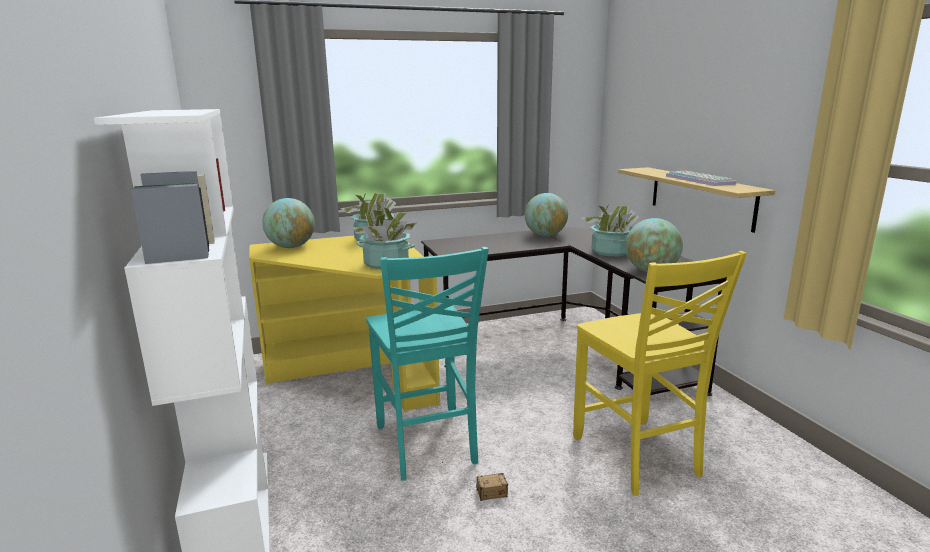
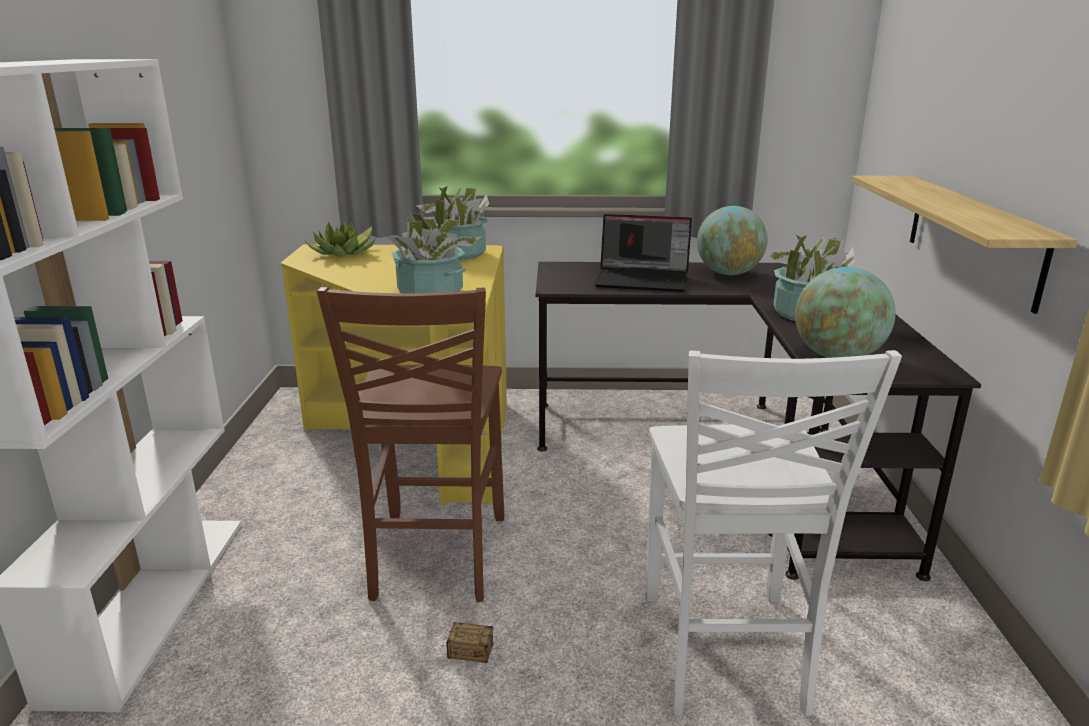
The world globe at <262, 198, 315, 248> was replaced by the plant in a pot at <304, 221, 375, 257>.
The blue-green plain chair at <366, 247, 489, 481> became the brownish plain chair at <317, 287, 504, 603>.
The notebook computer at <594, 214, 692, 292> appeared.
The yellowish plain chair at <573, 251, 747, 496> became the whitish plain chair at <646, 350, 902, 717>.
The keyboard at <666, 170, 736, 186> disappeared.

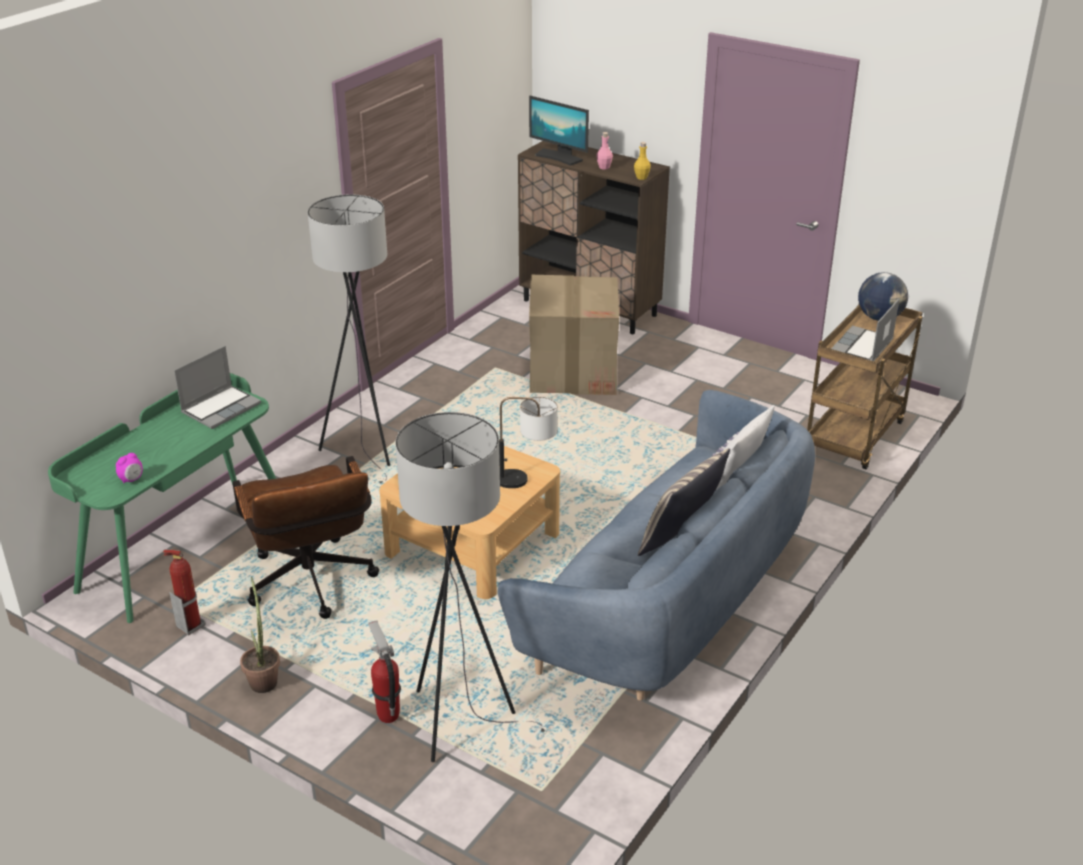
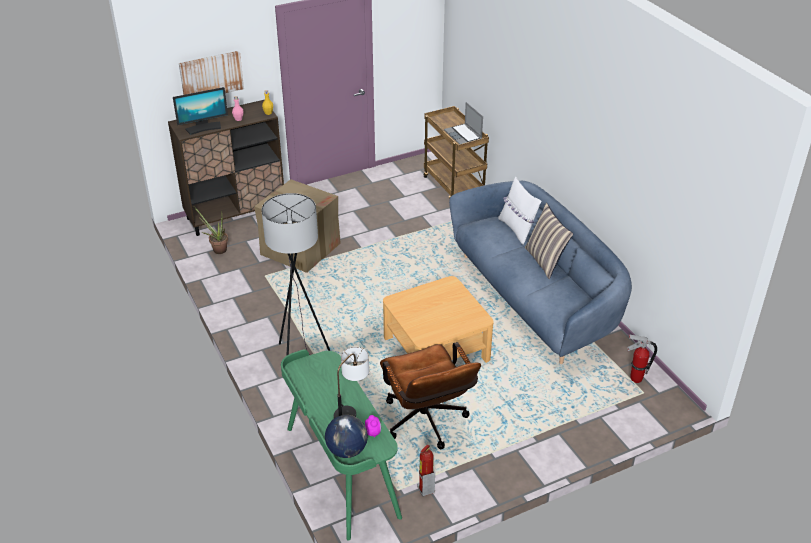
The picture at <179, 51, 244, 95> appeared.
The plant in a pot moved from <240, 577, 280, 693> to <193, 206, 228, 254>.
The world globe moved from <858, 272, 908, 321> to <325, 415, 368, 458>.
The tabletop lamp moved from <499, 397, 558, 488> to <334, 347, 369, 418>.
The brownish computer chair at <232, 456, 379, 619> turned 60 degrees clockwise.
The fire-fighting cylinder moved from <368, 620, 401, 723> to <627, 335, 657, 383>.
The notebook computer at <174, 346, 261, 429> disappeared.
The greyish standing lamp at <395, 412, 546, 762> disappeared.

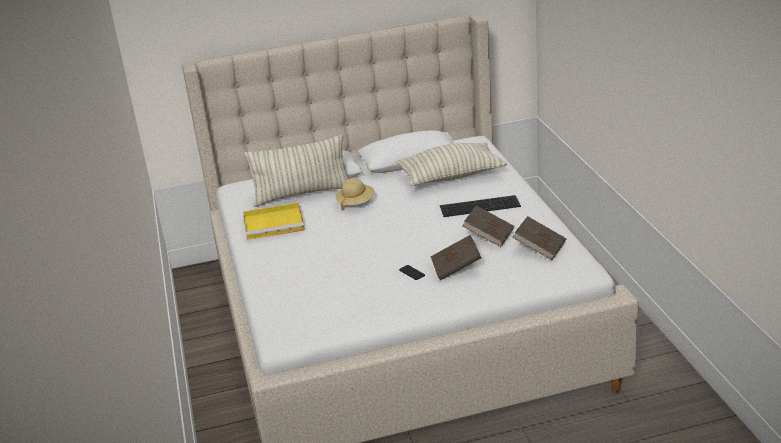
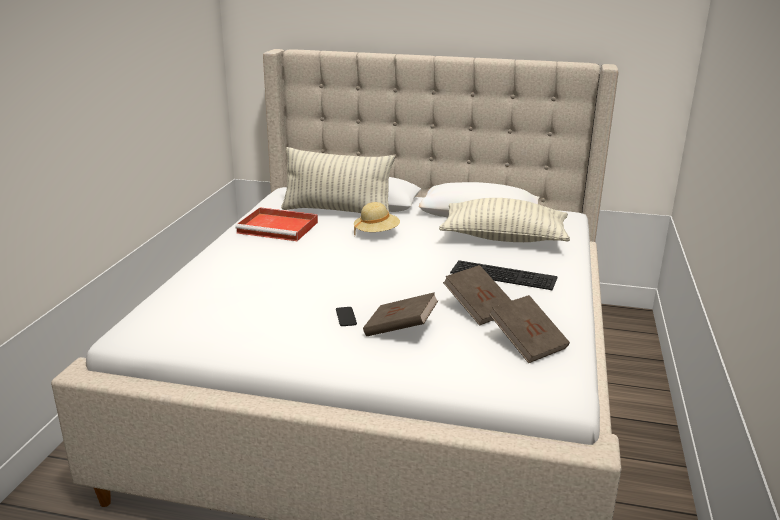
The yellowish serving tray at <243, 202, 305, 240> became the red-coloured serving tray at <235, 207, 318, 241>.

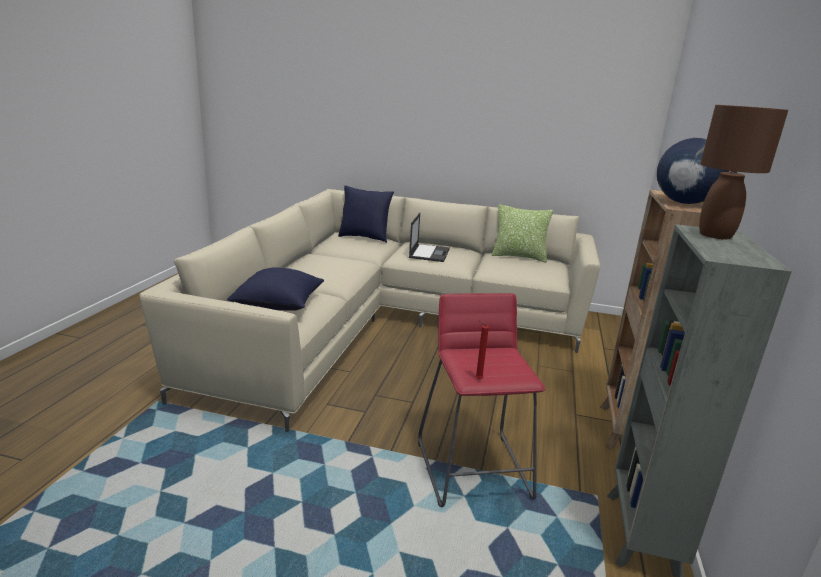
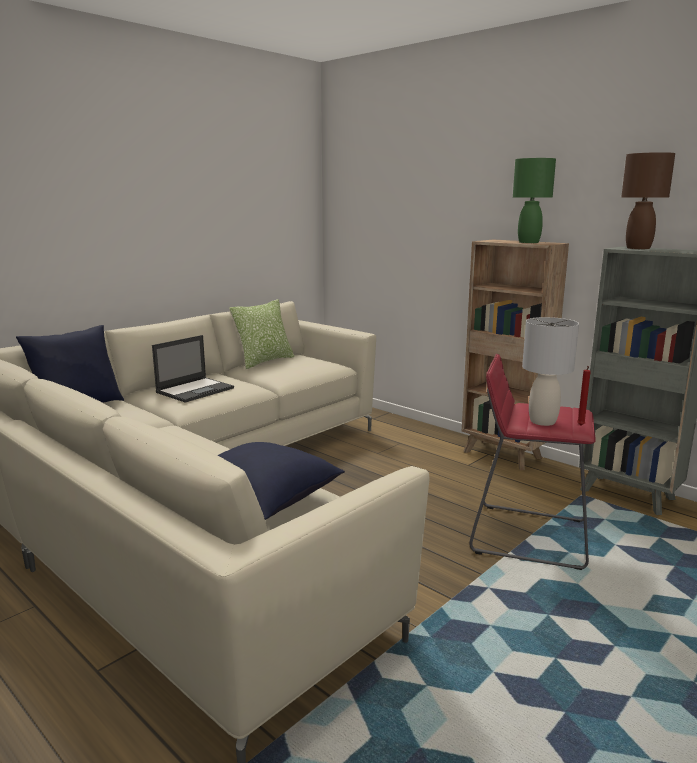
The notebook computer at <409, 213, 450, 262> turned 90 degrees clockwise.
The world globe at <657, 138, 729, 204> was replaced by the greenish tabletop lamp at <513, 158, 556, 243>.
The greyish tabletop lamp at <522, 317, 579, 426> appeared.

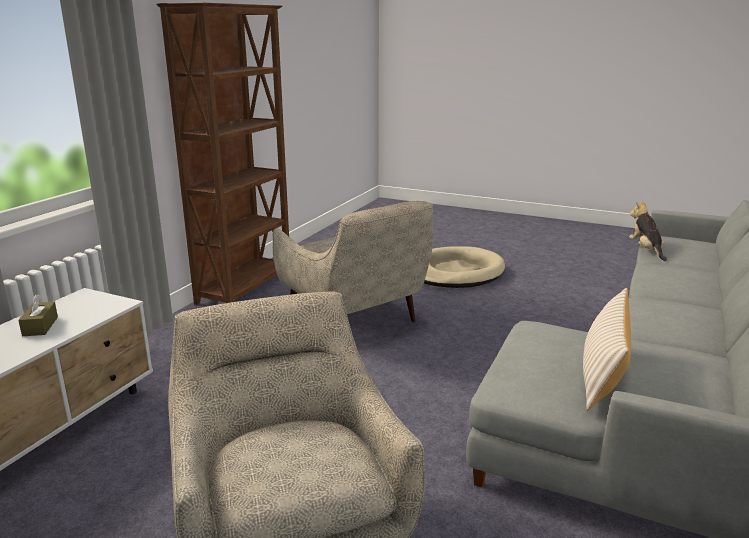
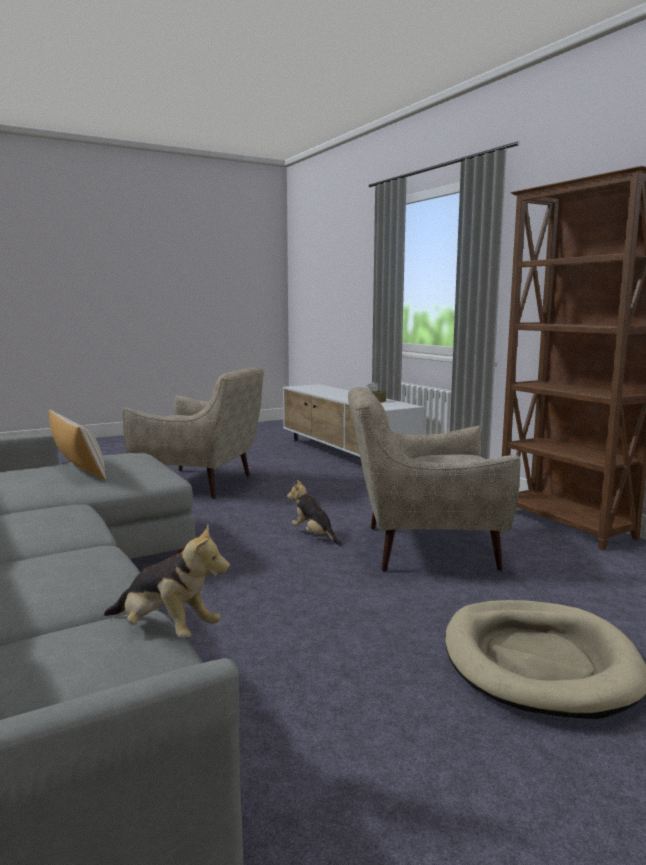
The plush toy at <287, 480, 342, 545> appeared.

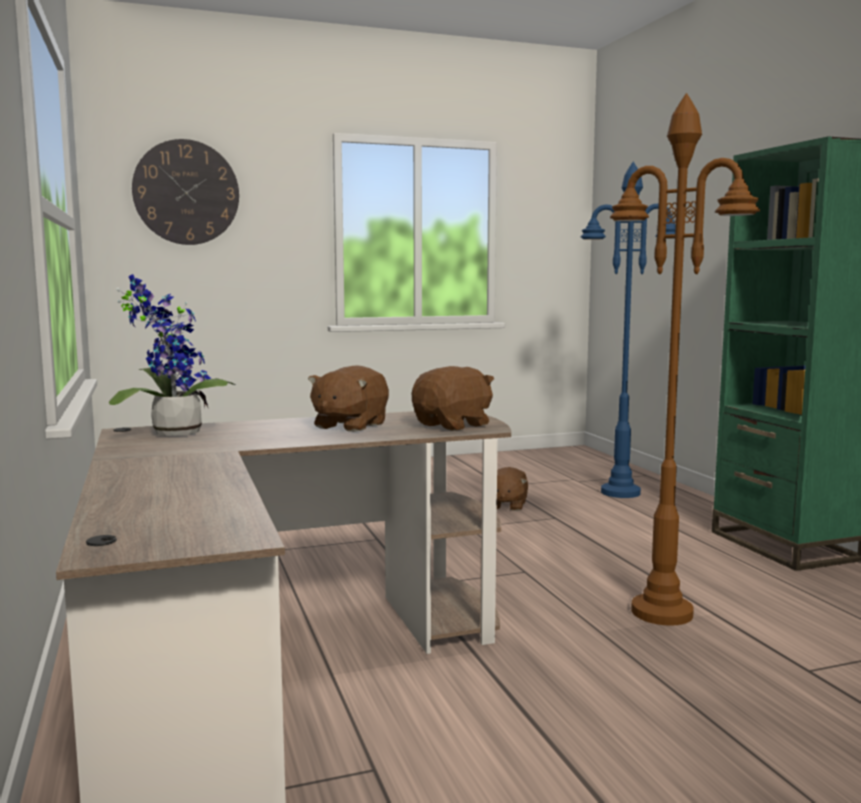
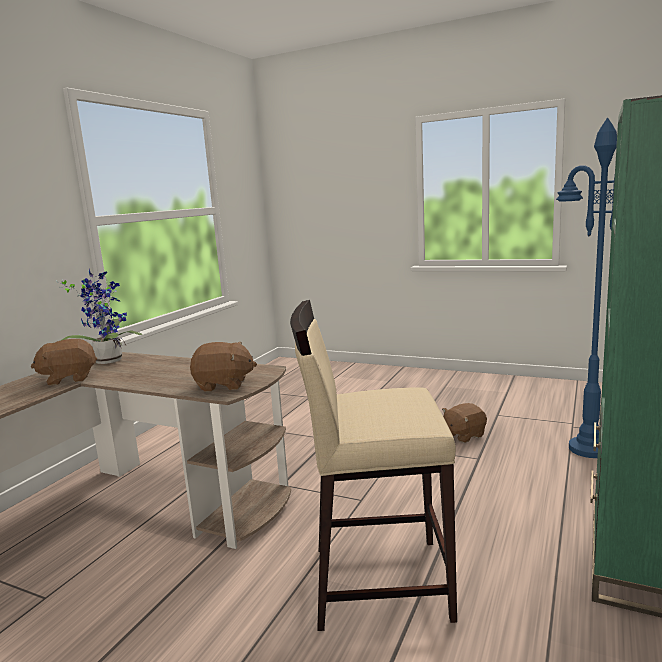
The brownish plush toy moved from <308, 365, 389, 432> to <31, 339, 97, 386>.
The brownish standing lamp at <610, 93, 760, 626> was replaced by the beige stool at <290, 300, 457, 631>.
The clock on the wall at <132, 139, 239, 245> disappeared.

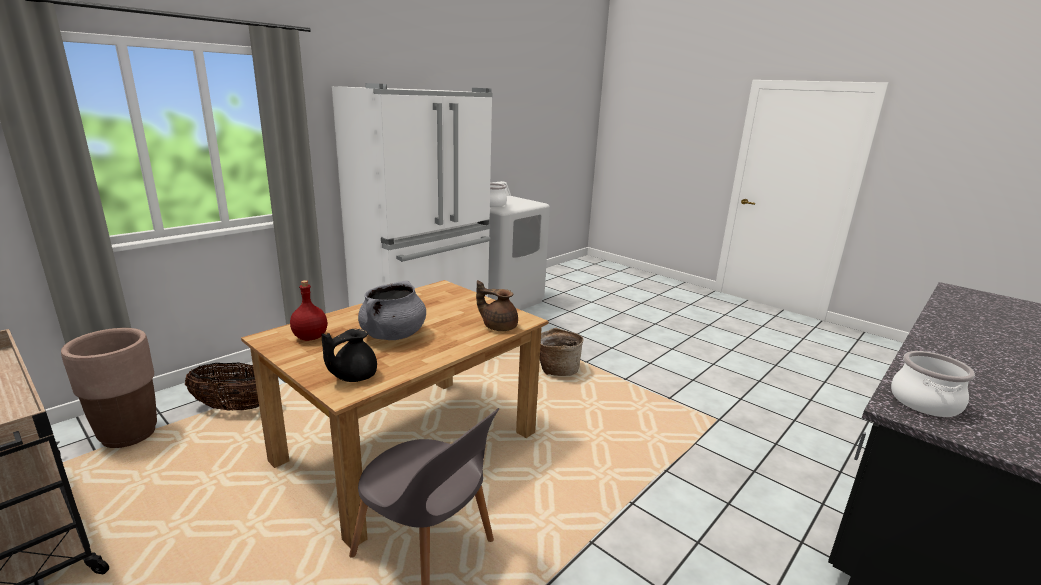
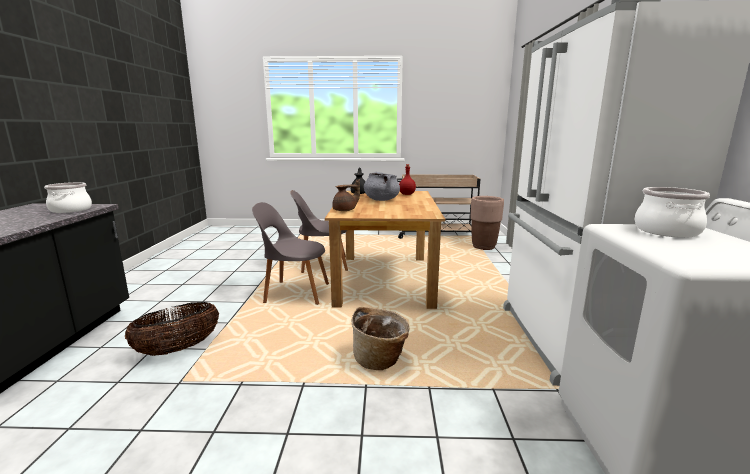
The basket moved from <185, 363, 259, 411> to <125, 302, 219, 356>.
The greyish plain chair at <252, 202, 329, 305> appeared.

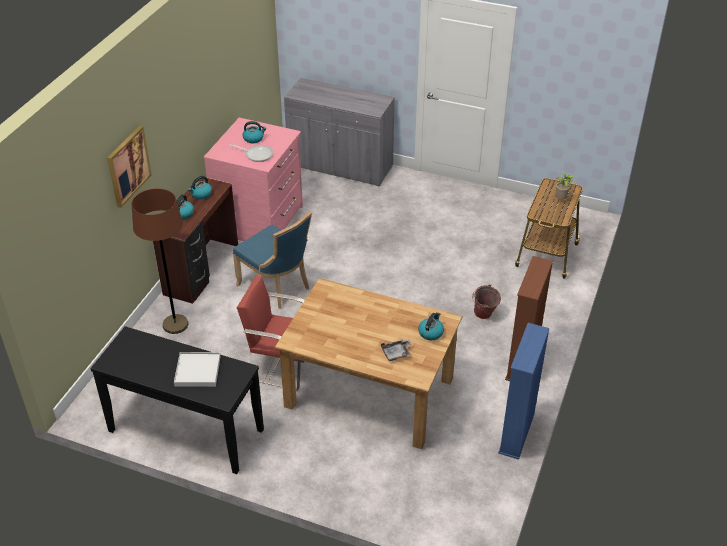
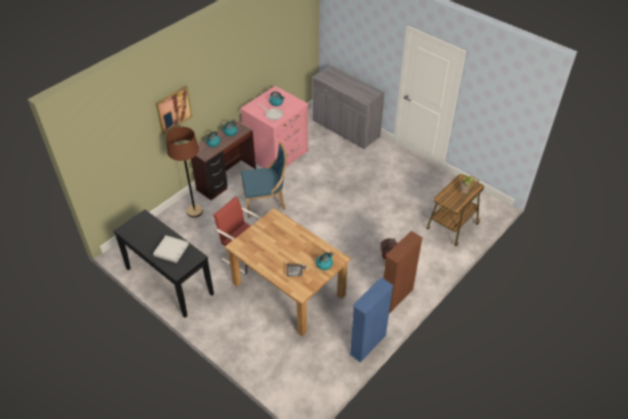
The blue-coloured plain chair at <233, 211, 312, 309> turned 75 degrees counterclockwise.

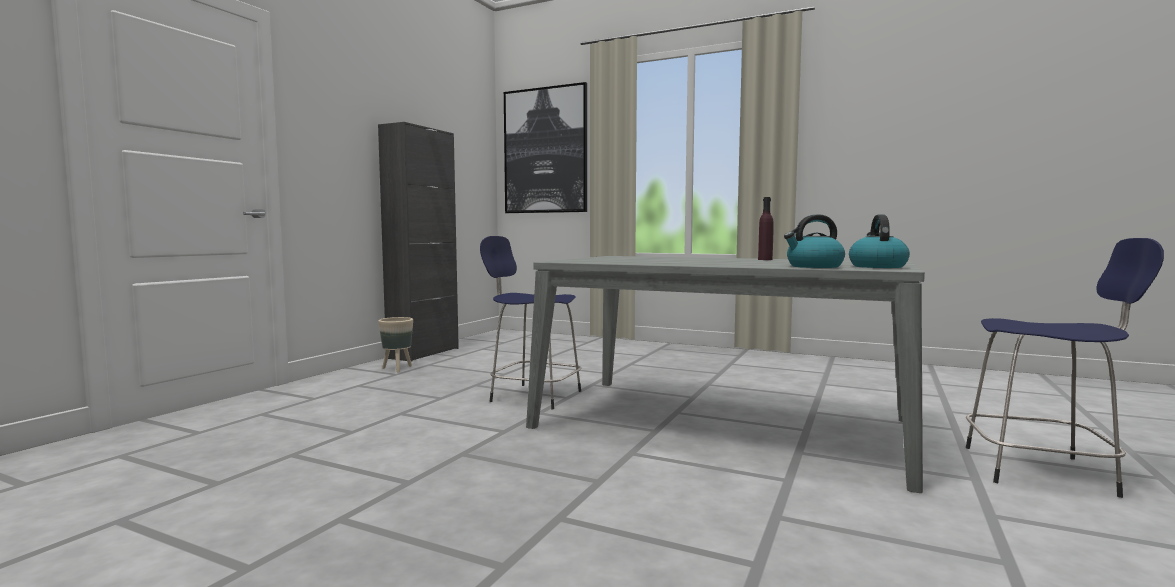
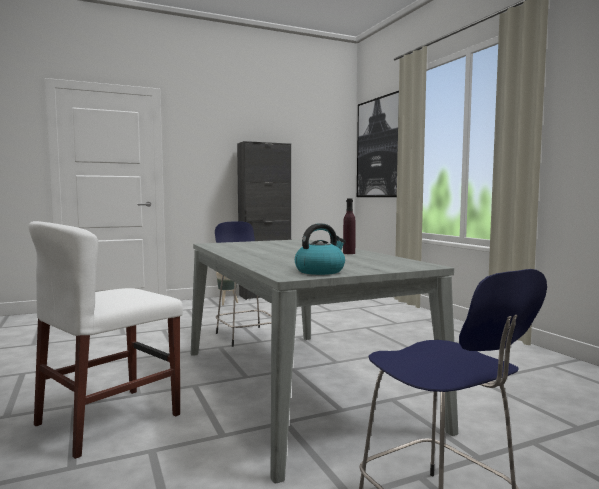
The whitish plain chair at <28, 221, 183, 459> appeared.
The tea kettle at <784, 214, 845, 268> disappeared.

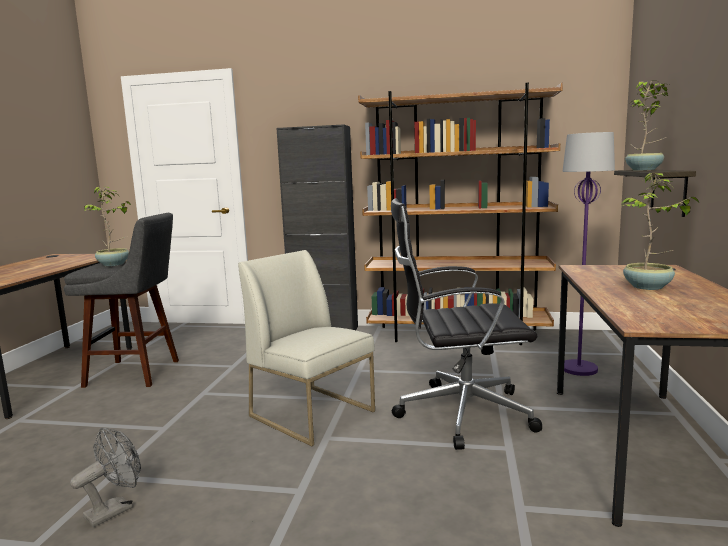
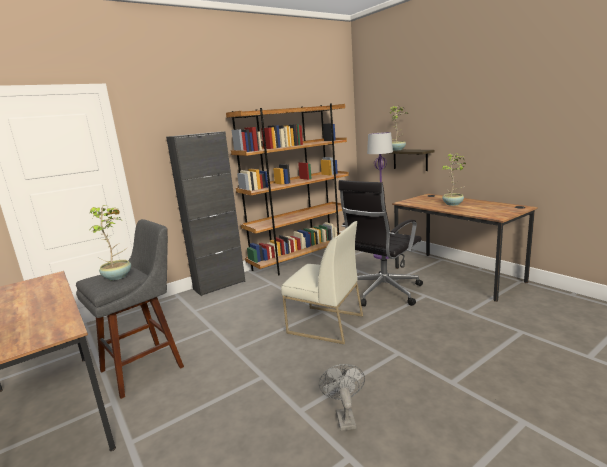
The whitish plain chair at <238, 250, 375, 446> turned 150 degrees counterclockwise.

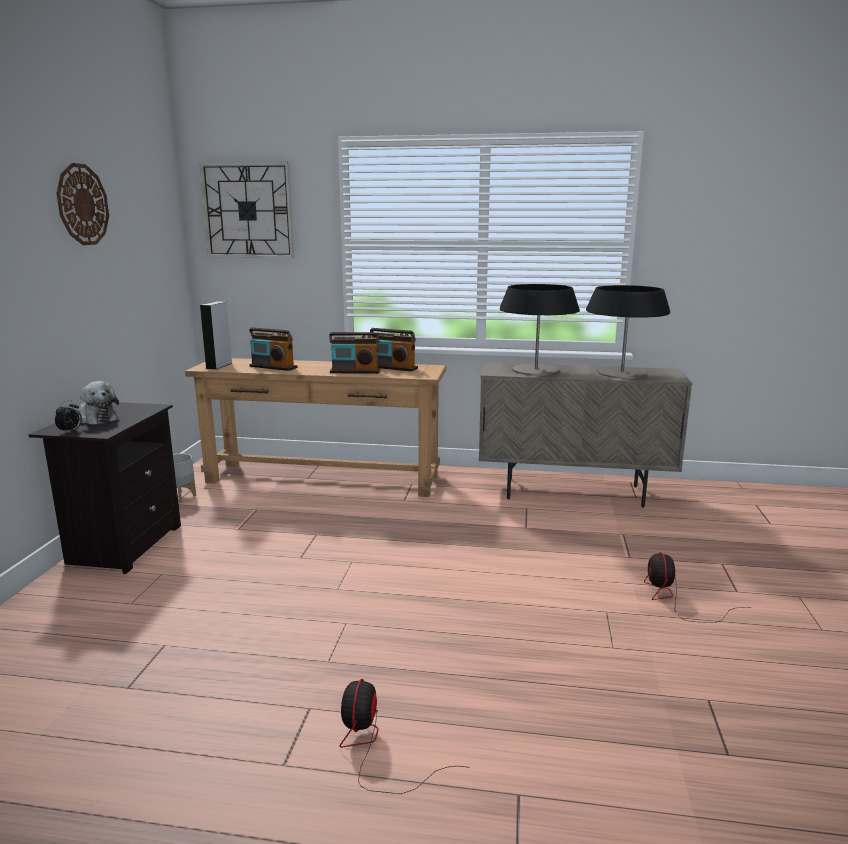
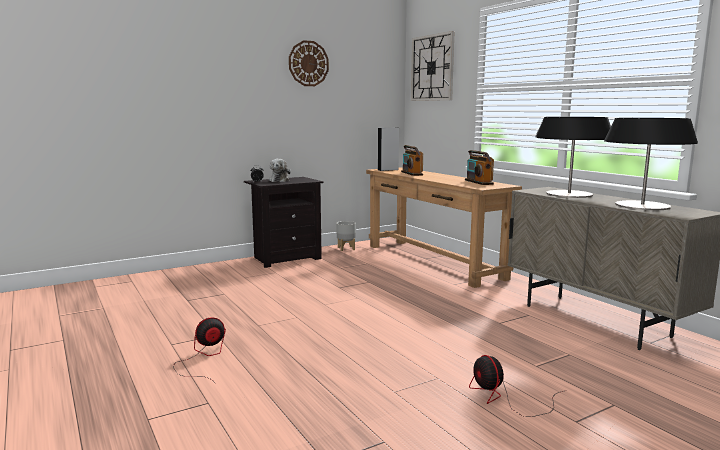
The fan at <644, 552, 749, 623> turned 75 degrees counterclockwise.
The radio receiver at <329, 332, 380, 374> disappeared.

